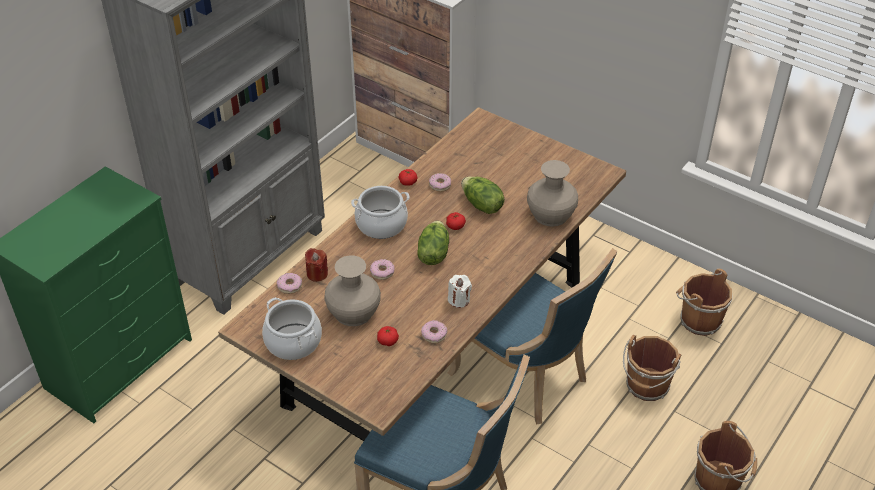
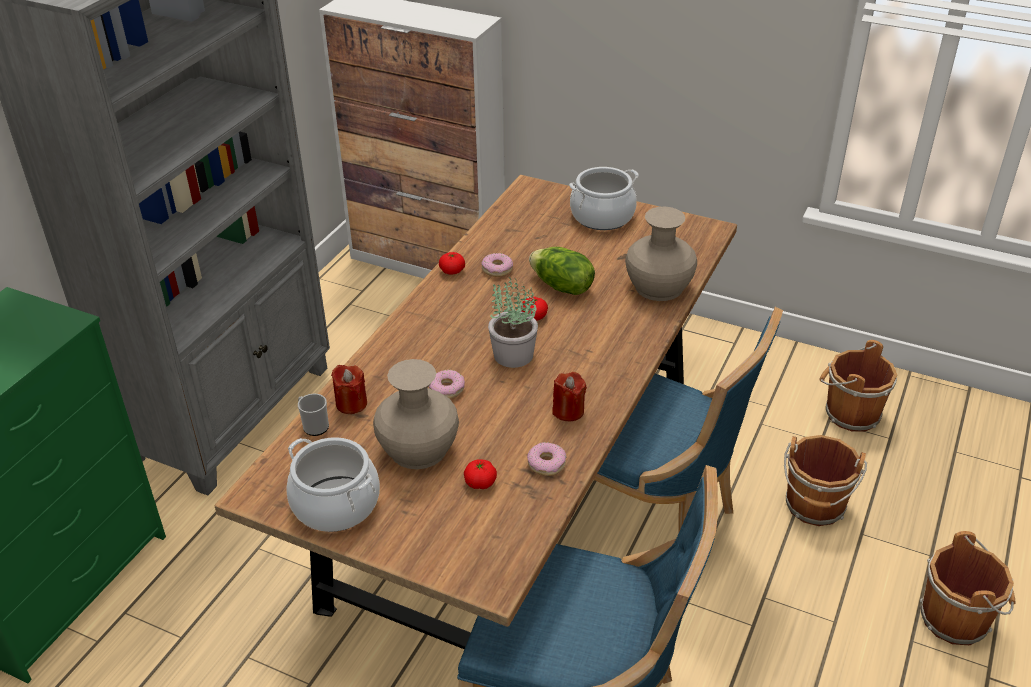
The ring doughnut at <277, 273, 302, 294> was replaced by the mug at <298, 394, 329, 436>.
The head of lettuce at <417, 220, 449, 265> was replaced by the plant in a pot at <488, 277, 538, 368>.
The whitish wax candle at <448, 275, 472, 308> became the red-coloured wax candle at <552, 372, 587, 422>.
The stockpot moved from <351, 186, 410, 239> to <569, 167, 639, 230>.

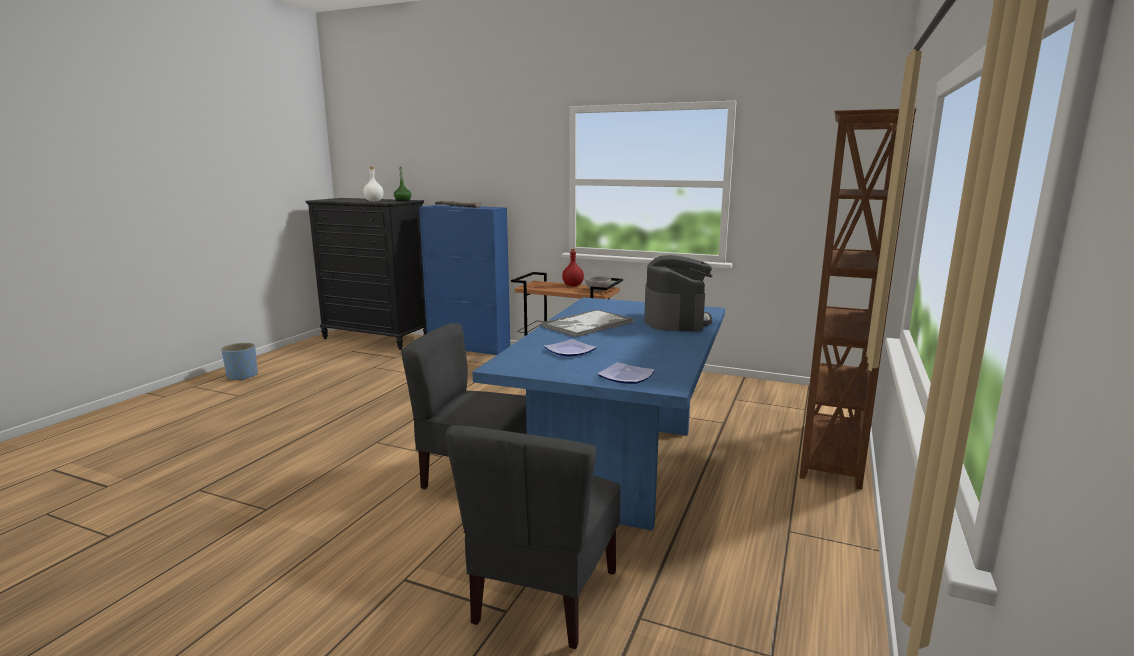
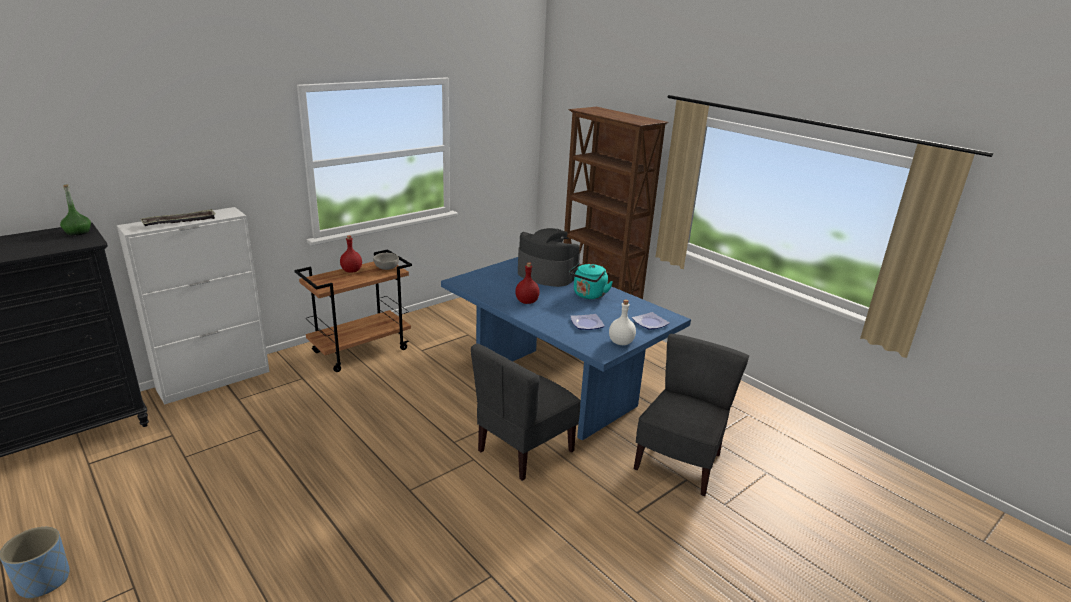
The blue-coloured cabinet at <419, 205, 510, 355> became the whitish cabinet at <117, 207, 270, 405>.
The serving tray at <541, 310, 634, 337> was replaced by the red-coloured bottle at <515, 262, 540, 304>.
The blue-green tea kettle at <569, 263, 613, 299> appeared.
The whitish bottle moved from <363, 167, 384, 202> to <609, 300, 636, 345>.
The greyish plain chair at <445, 425, 621, 649> turned 105 degrees counterclockwise.

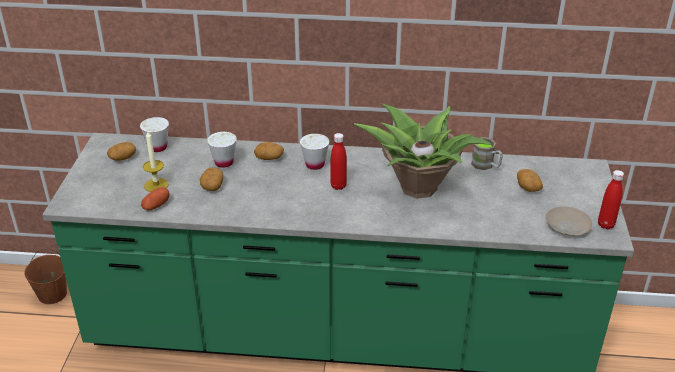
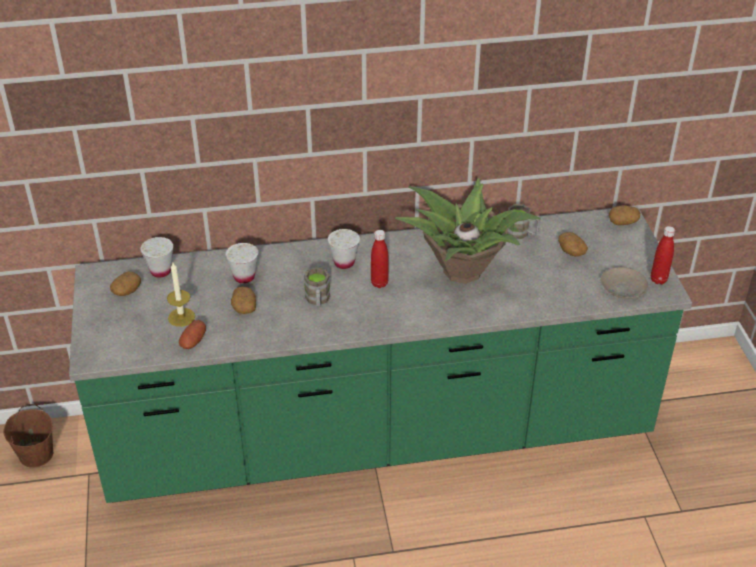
The brownish mug at <304, 267, 330, 308> appeared.
The whole potato moved from <254, 142, 284, 160> to <609, 205, 640, 225>.

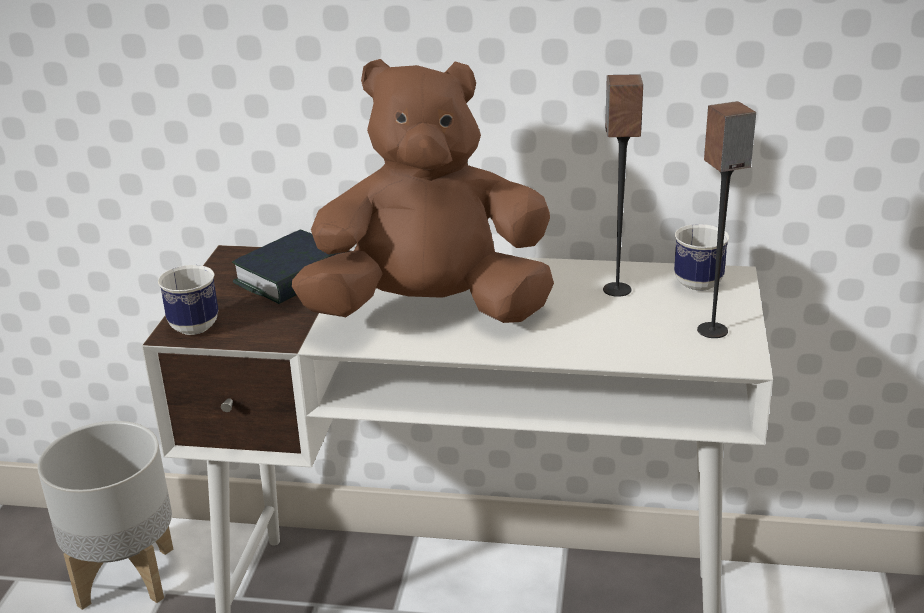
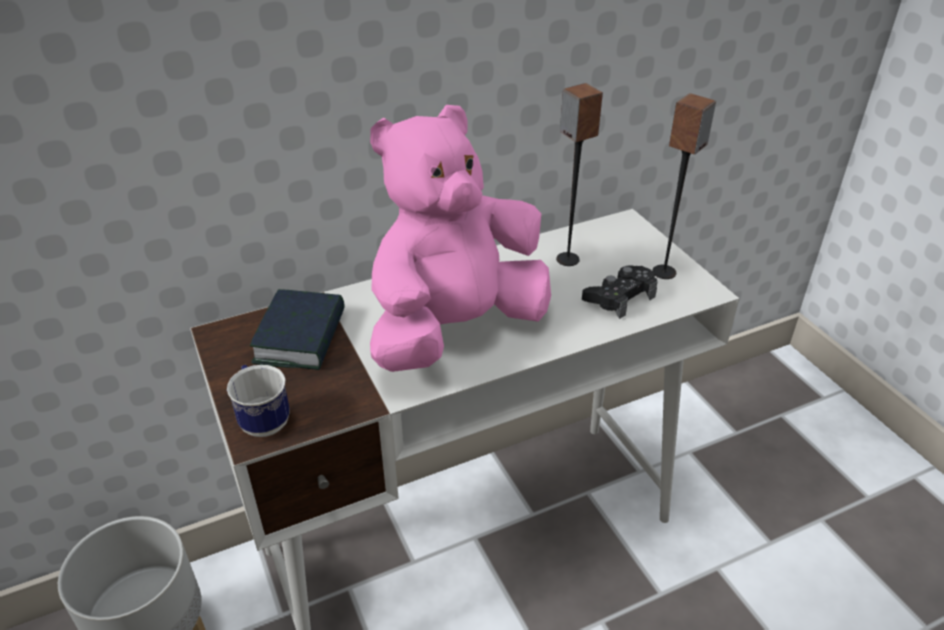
The brownish plush toy at <292, 59, 554, 323> became the pink plush toy at <370, 105, 551, 372>.
The black-coloured joypad at <582, 266, 658, 319> appeared.
The mug at <674, 224, 729, 291> disappeared.

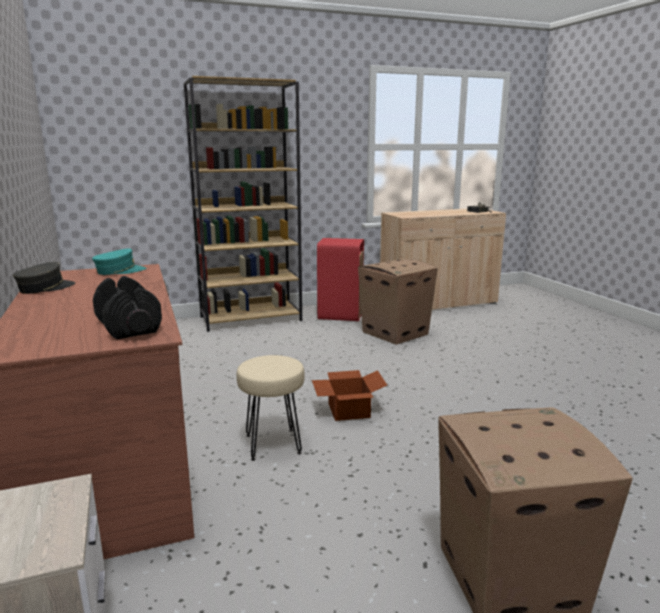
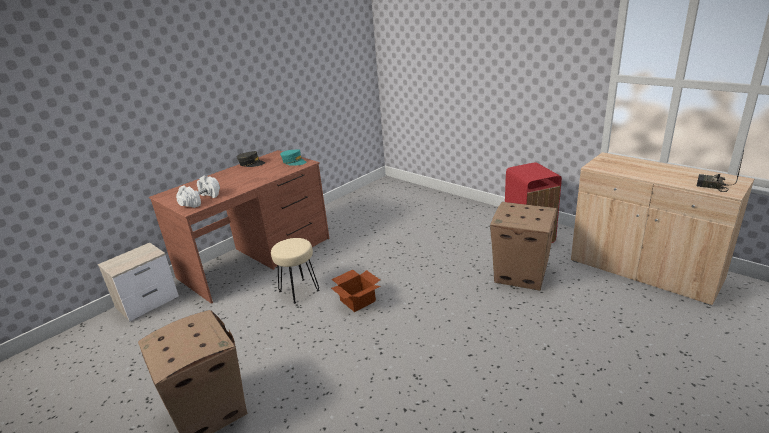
The black-coloured dumbbell at <93, 276, 162, 339> became the whitish dumbbell at <176, 176, 220, 208>.
The brownish shelving unit at <184, 76, 302, 332> disappeared.

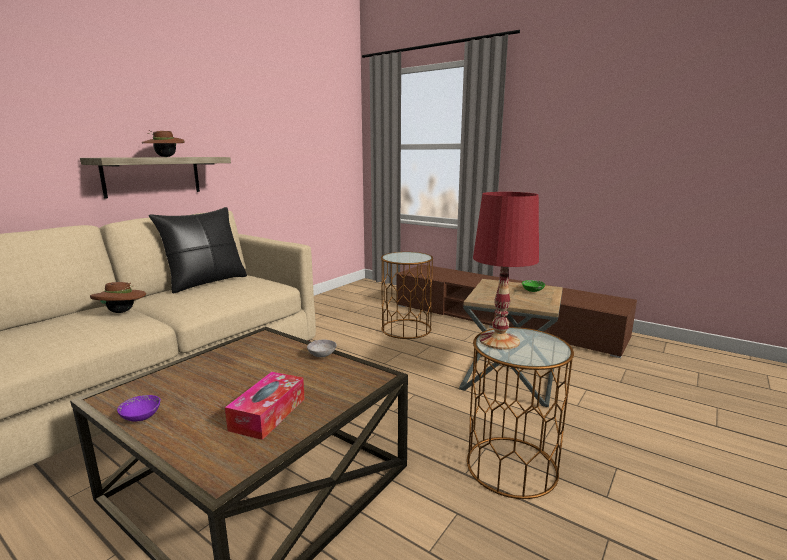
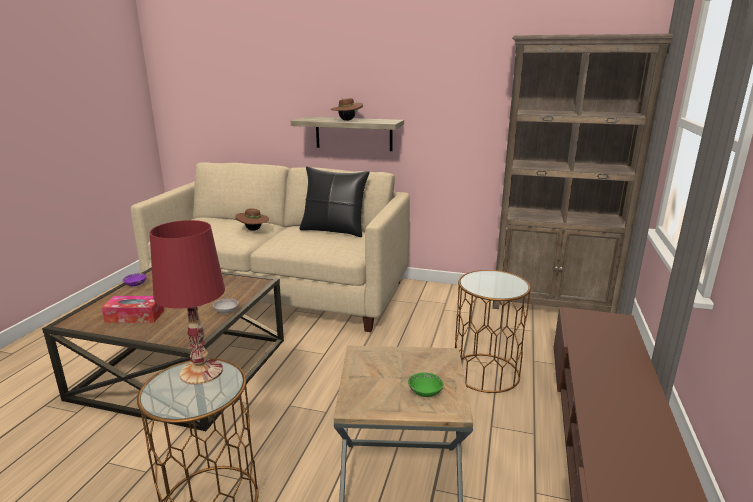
The brownish shelving unit at <492, 34, 673, 313> appeared.

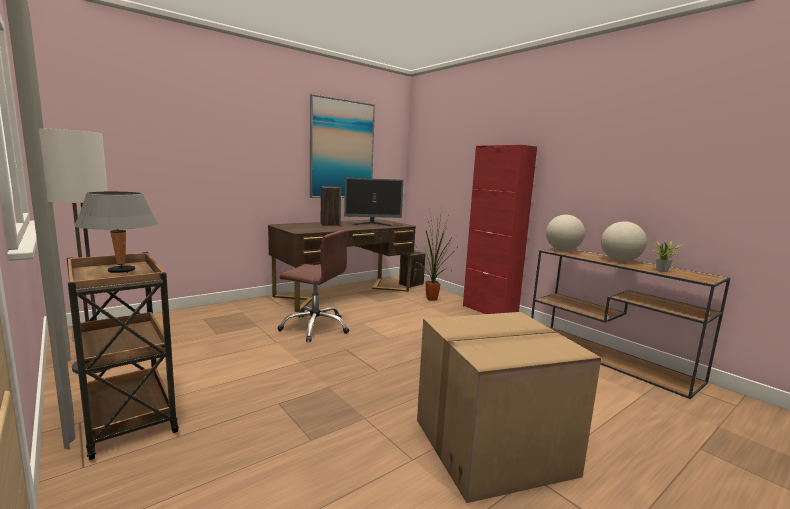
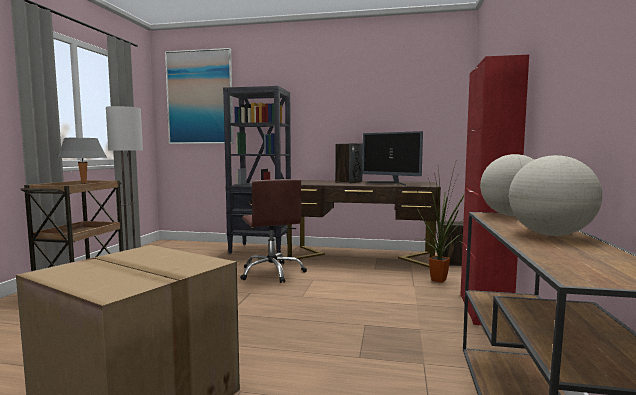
The picture moved from <310, 94, 375, 198> to <165, 48, 233, 144>.
The black-coloured shelving unit at <223, 86, 291, 254> appeared.
The plant in a pot at <652, 240, 680, 272> disappeared.

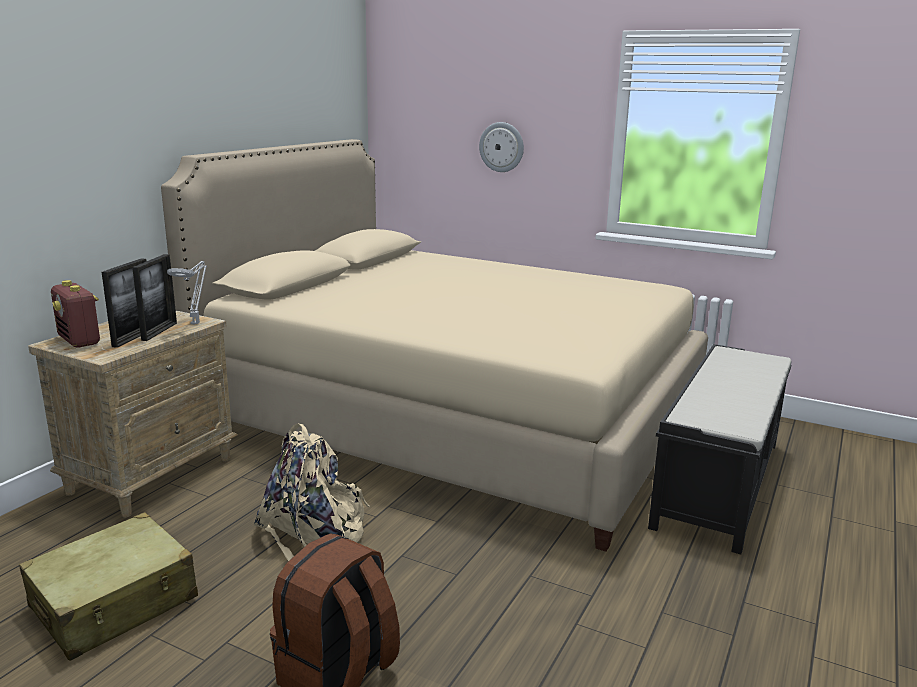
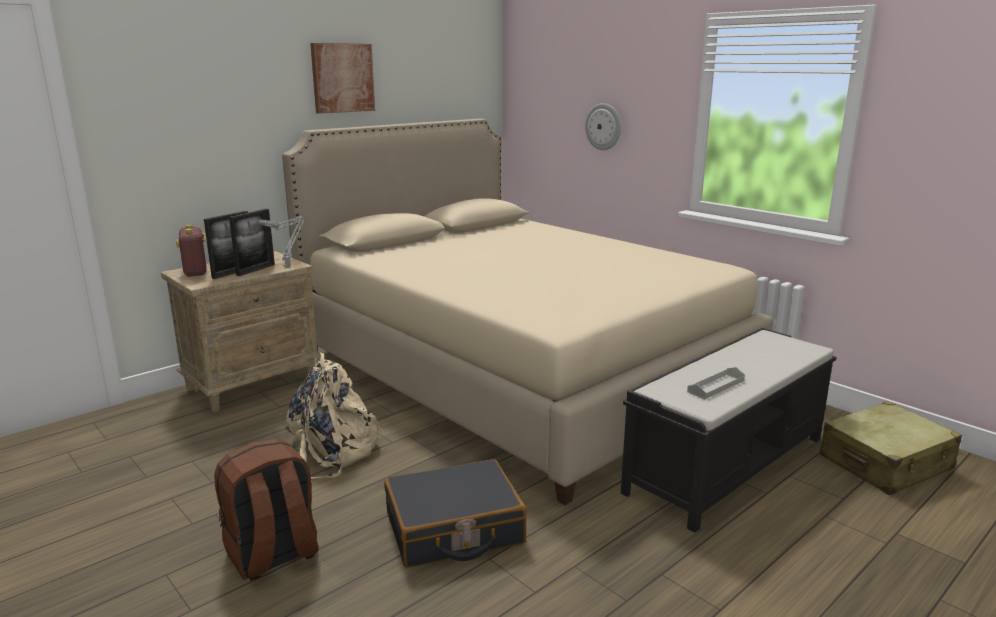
The picture at <310, 43, 375, 114> appeared.
The black-coloured piece of luggage at <384, 459, 526, 568> appeared.
The greyish serving tray at <687, 367, 745, 399> appeared.
The beige piece of luggage moved from <19, 512, 198, 661> to <819, 401, 962, 495>.

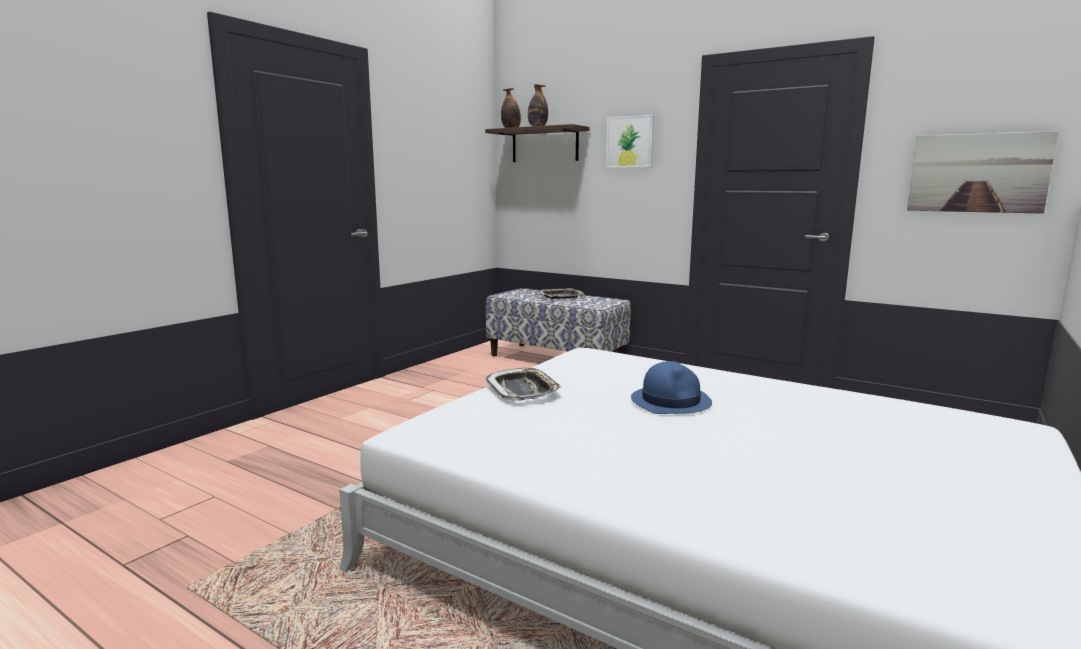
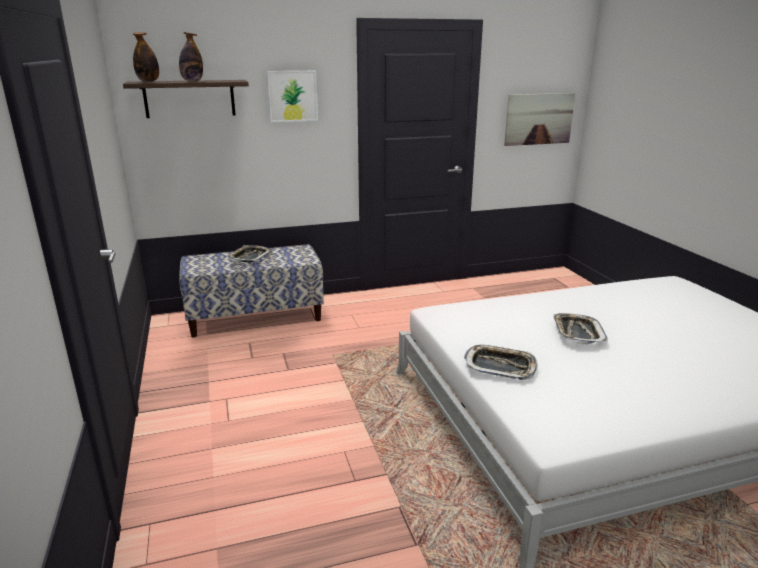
The blue-coloured hat at <631, 361, 712, 414> was replaced by the serving tray at <553, 313, 608, 345>.

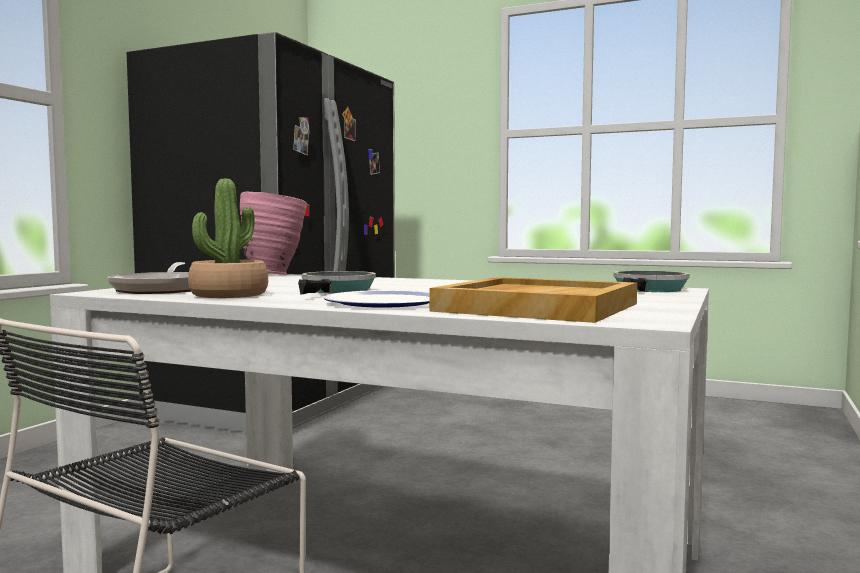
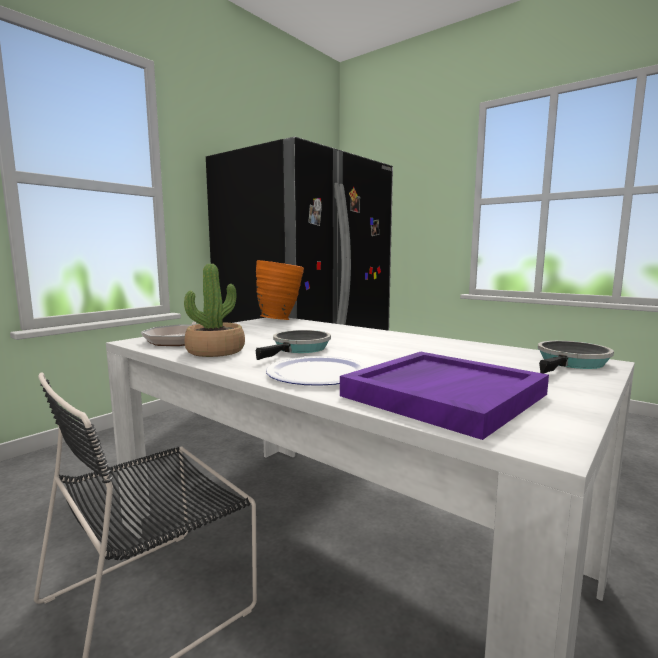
The pink vase at <240, 192, 307, 275> became the orange-coloured vase at <256, 260, 304, 320>.
The beige serving tray at <430, 277, 637, 323> became the purplish serving tray at <340, 352, 549, 440>.

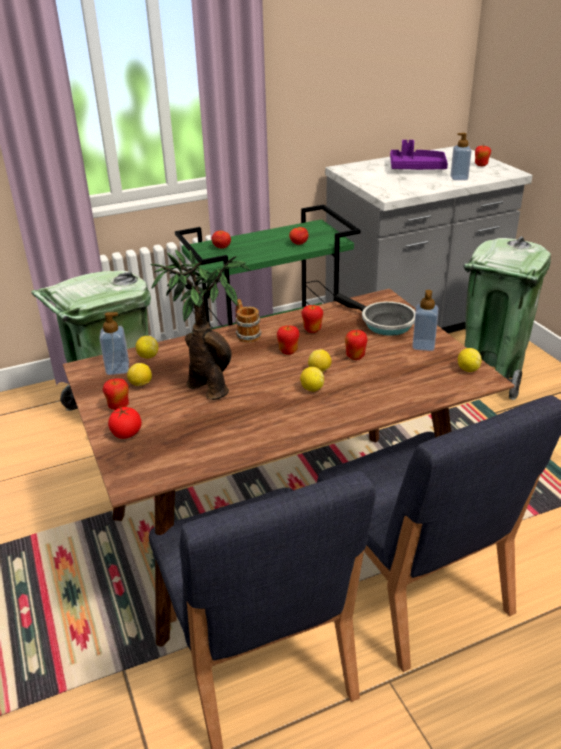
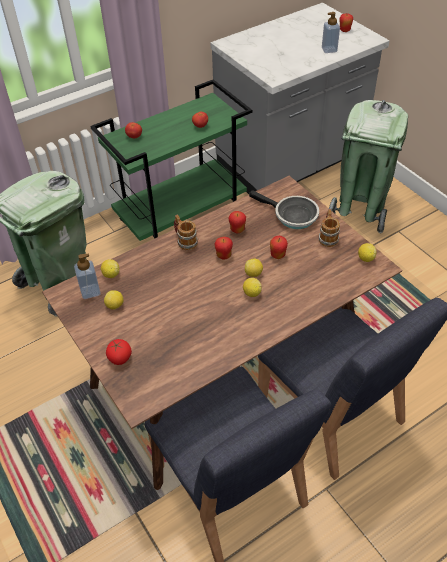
The soap dispenser at <412, 290, 438, 351> was replaced by the mug at <319, 209, 340, 247>.
The apple fruit at <103, 378, 129, 410> disappeared.
The plant in a pot at <150, 250, 251, 400> disappeared.
The purplish serving tray at <390, 140, 448, 170> disappeared.

